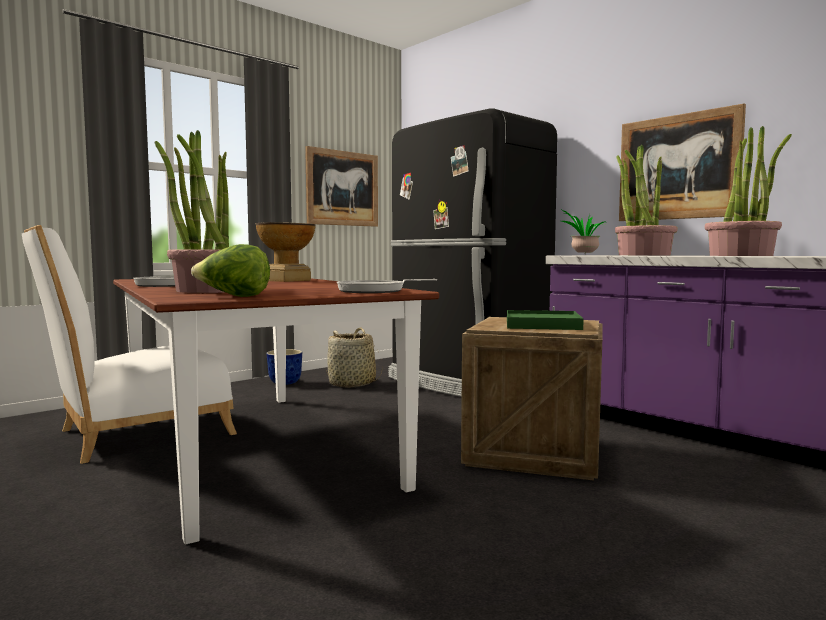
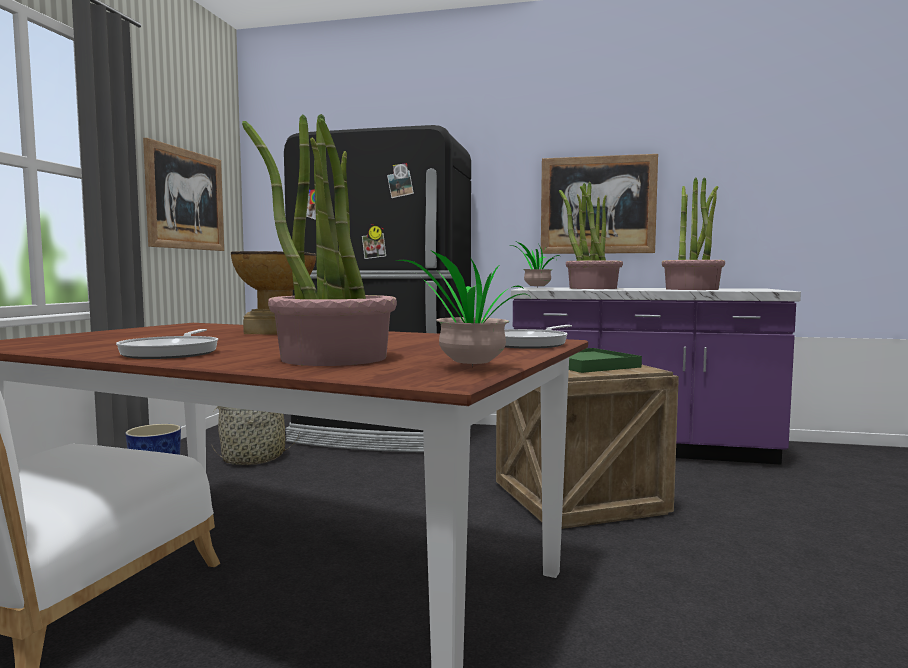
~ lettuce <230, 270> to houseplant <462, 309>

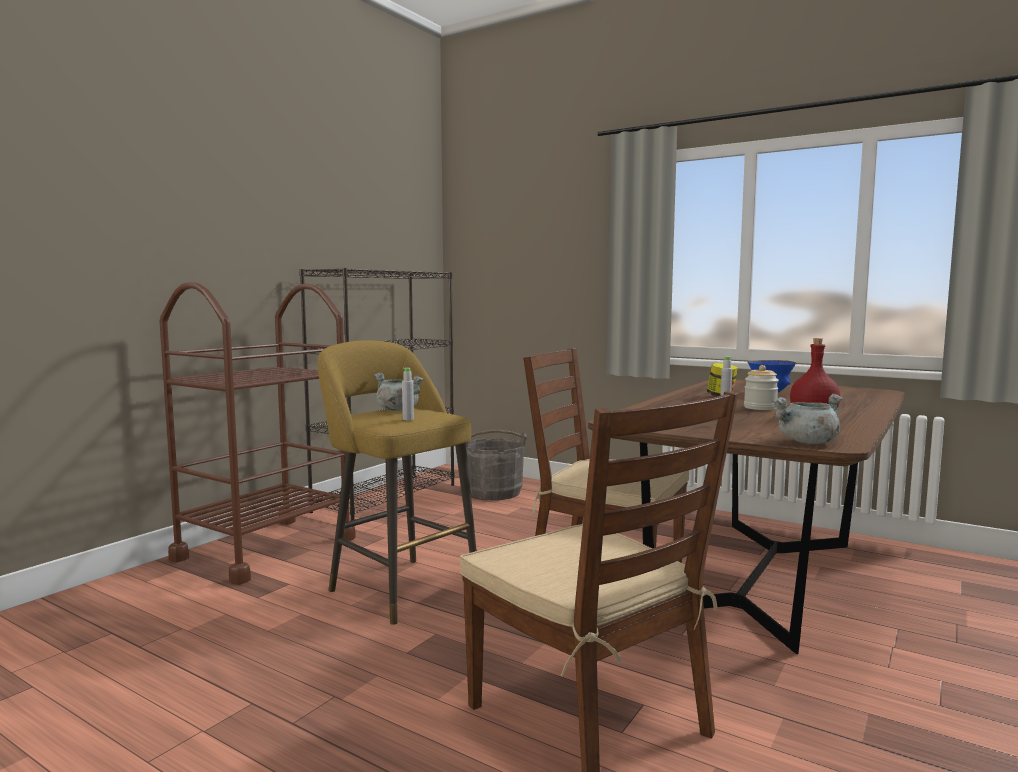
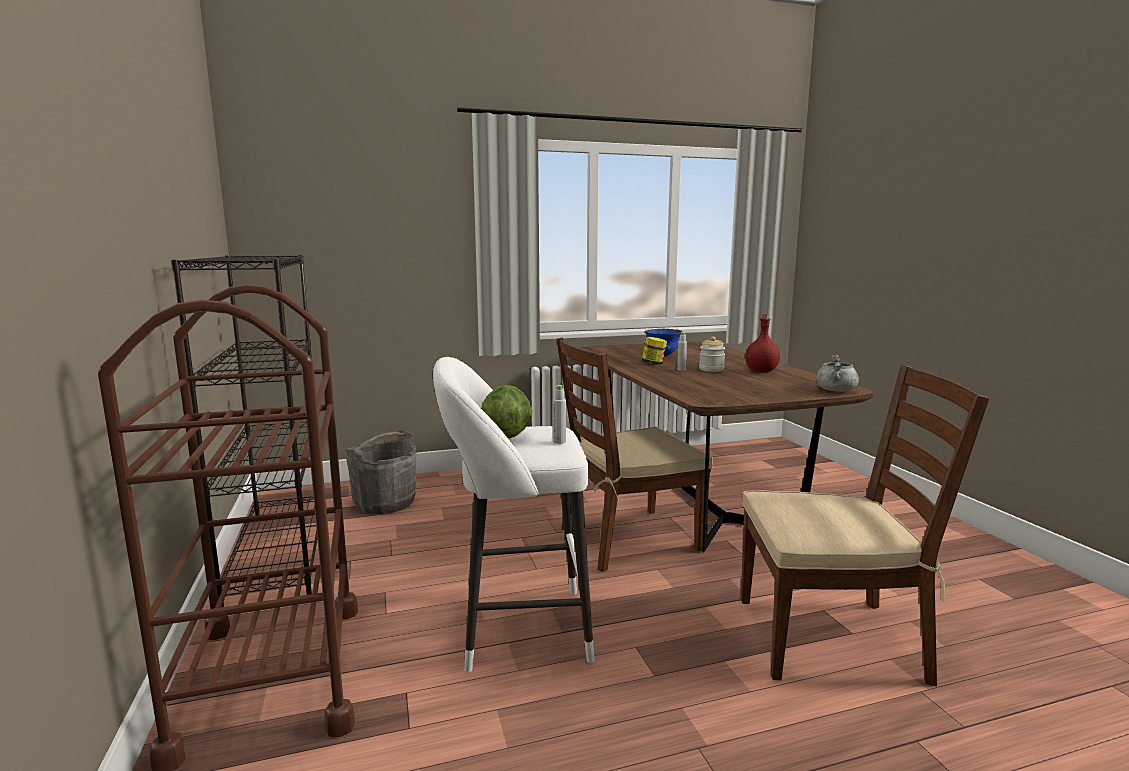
~ yellowish stool seat <397, 482> to white-coloured stool seat <514, 514>
~ greyish stockpot <399, 392> to lettuce <506, 412>

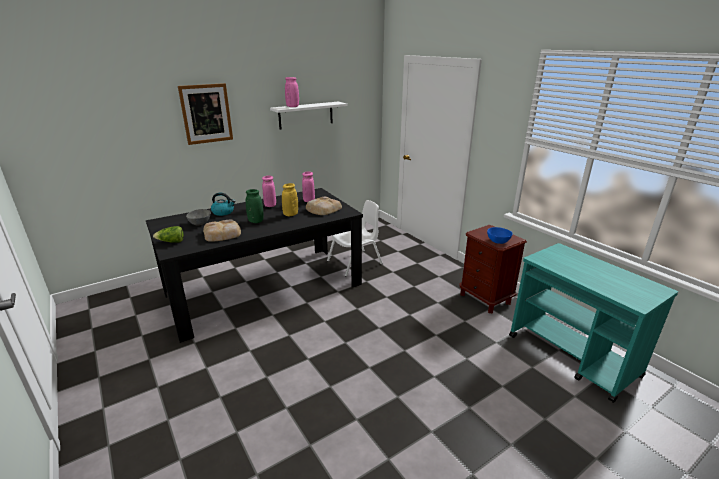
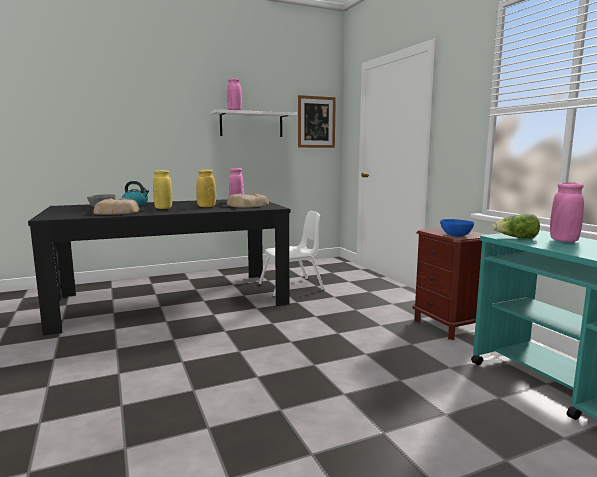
~ lettuce <168, 234> to <516, 226>
~ wall art <205, 114> to <317, 121>
~ green flower vase <255, 206> to yellowish flower vase <162, 189>
~ pink flower vase <269, 191> to <567, 212>

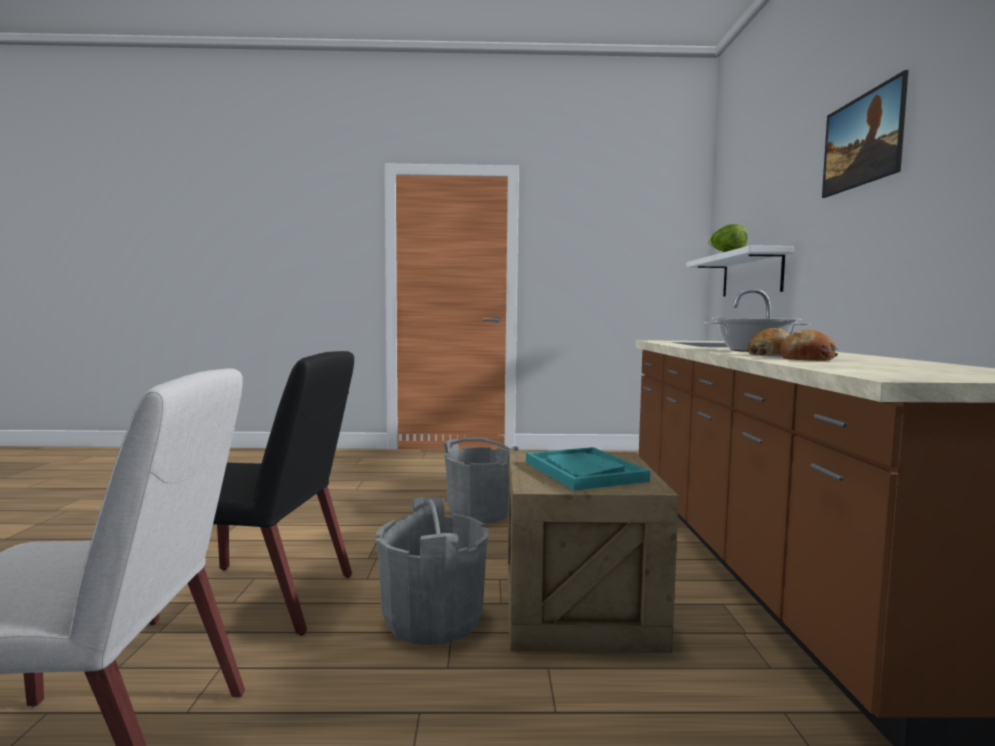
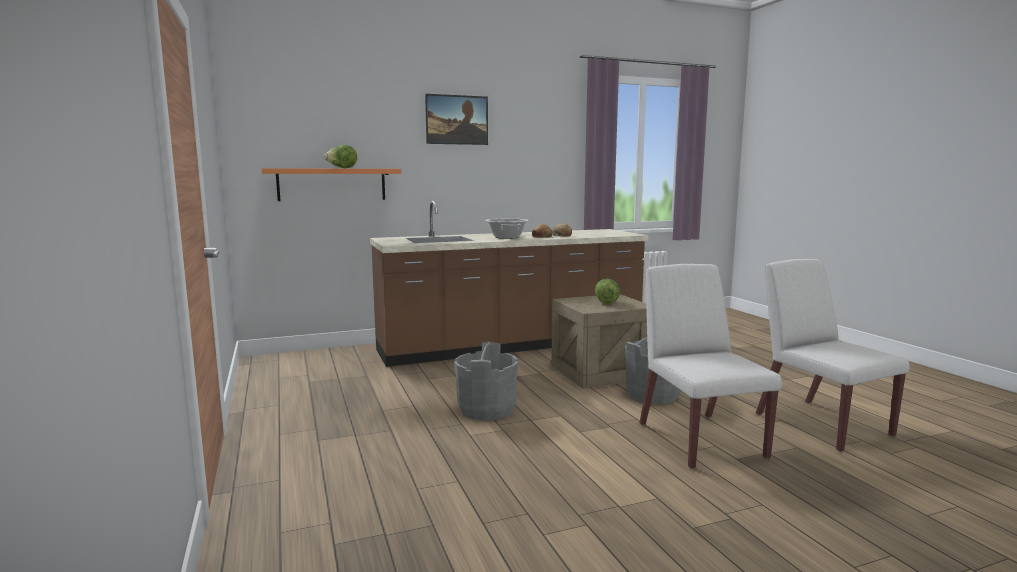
~ black-coloured plain chair <252, 493> to white-coloured plain chair <710, 366>
~ turquoise serving tray <588, 468> to lettuce <607, 291>
~ white-coloured shelf <740, 270> to orange-coloured shelf <331, 184>

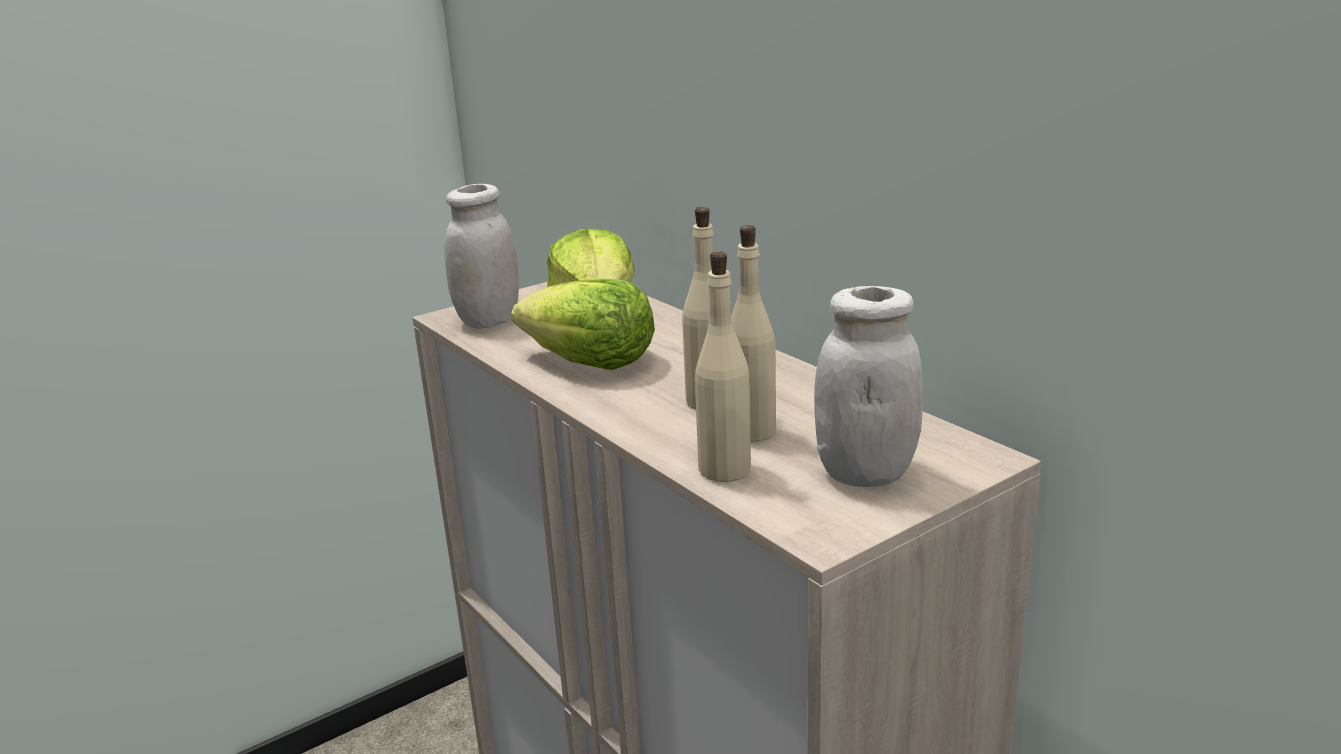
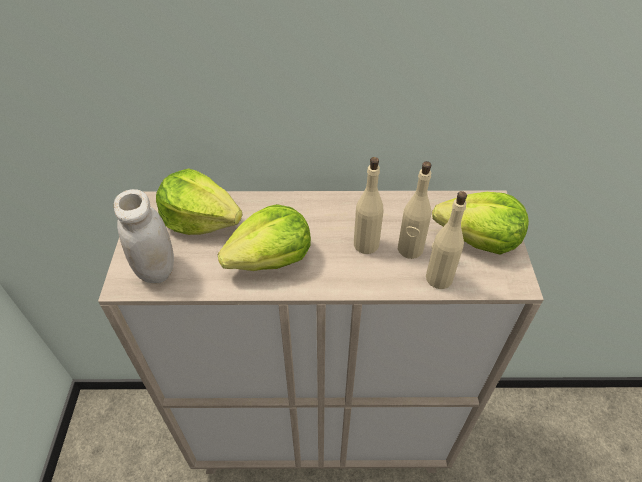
~ white-coloured preserve jar <868, 386> to lettuce <480, 223>

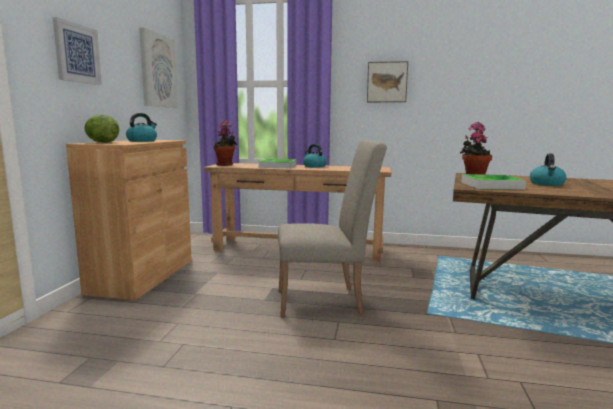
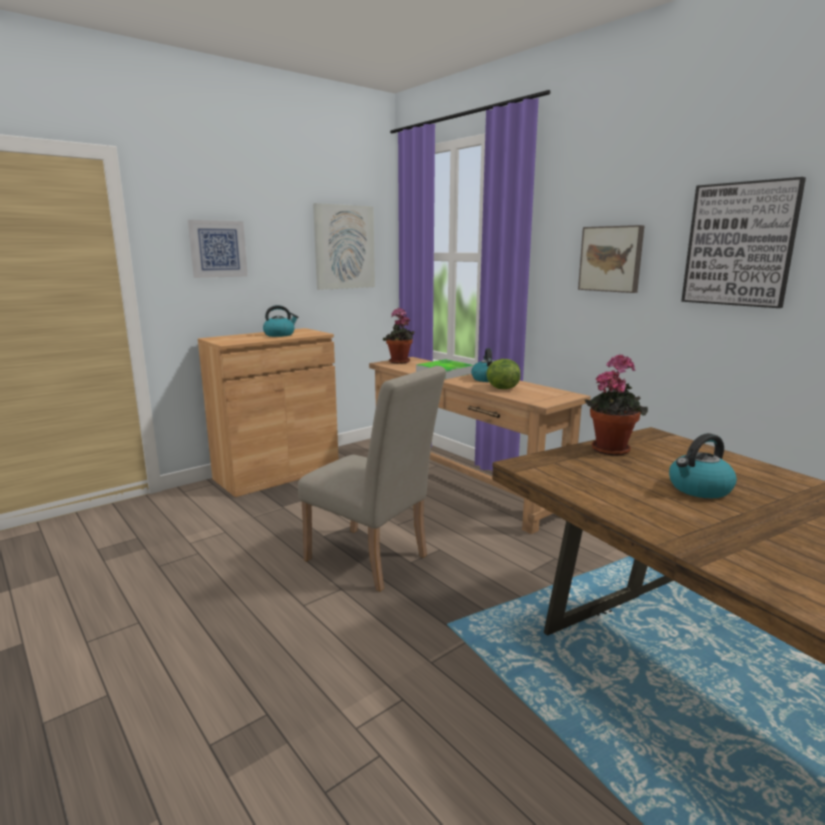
~ lettuce <101, 129> to <503, 374>
- serving tray <493, 182>
+ wall art <743, 242>

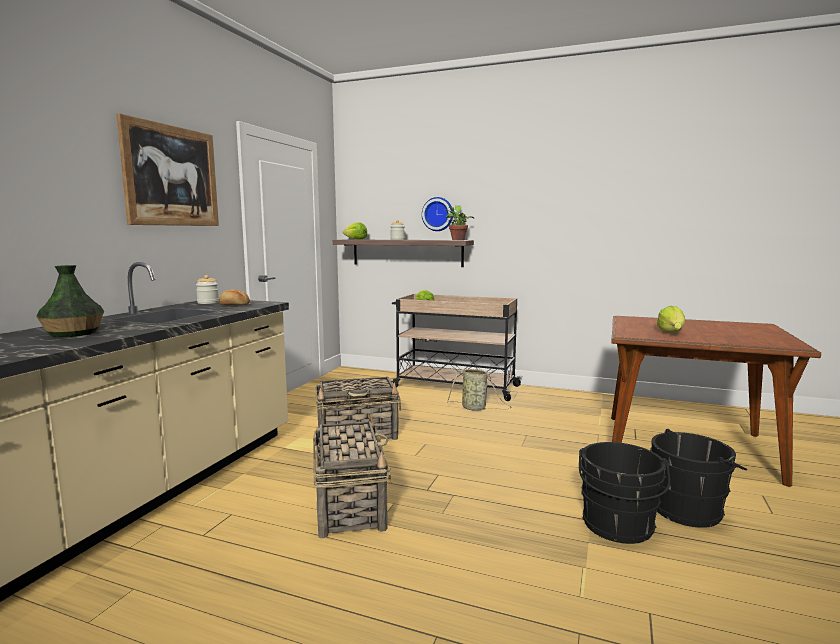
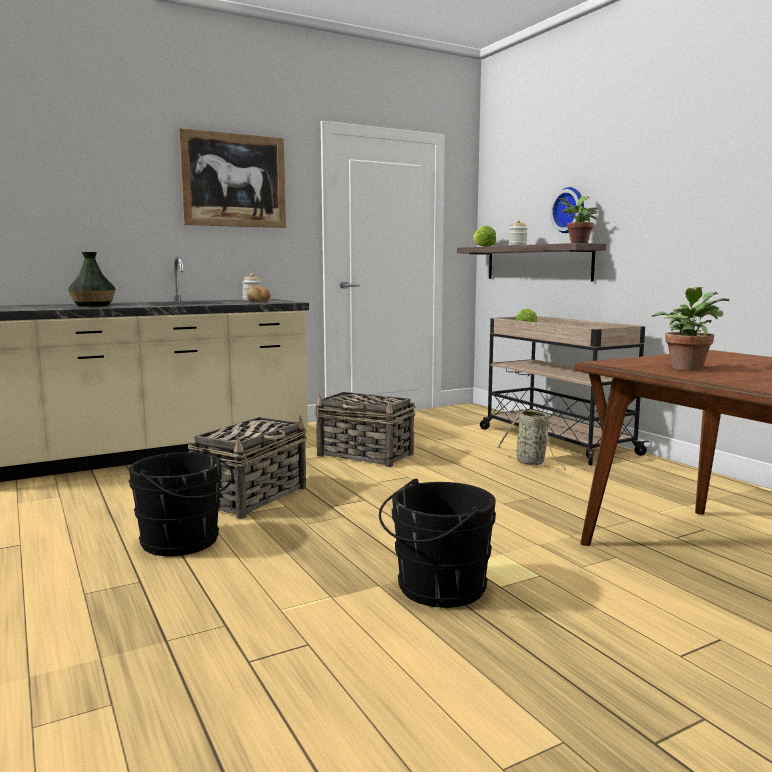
~ black-coloured water bucket <698, 478> to <181, 502>
~ lettuce <671, 319> to houseplant <690, 328>

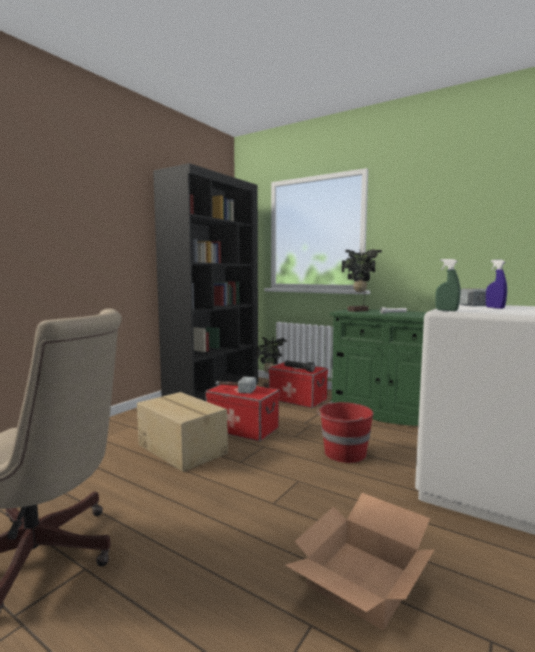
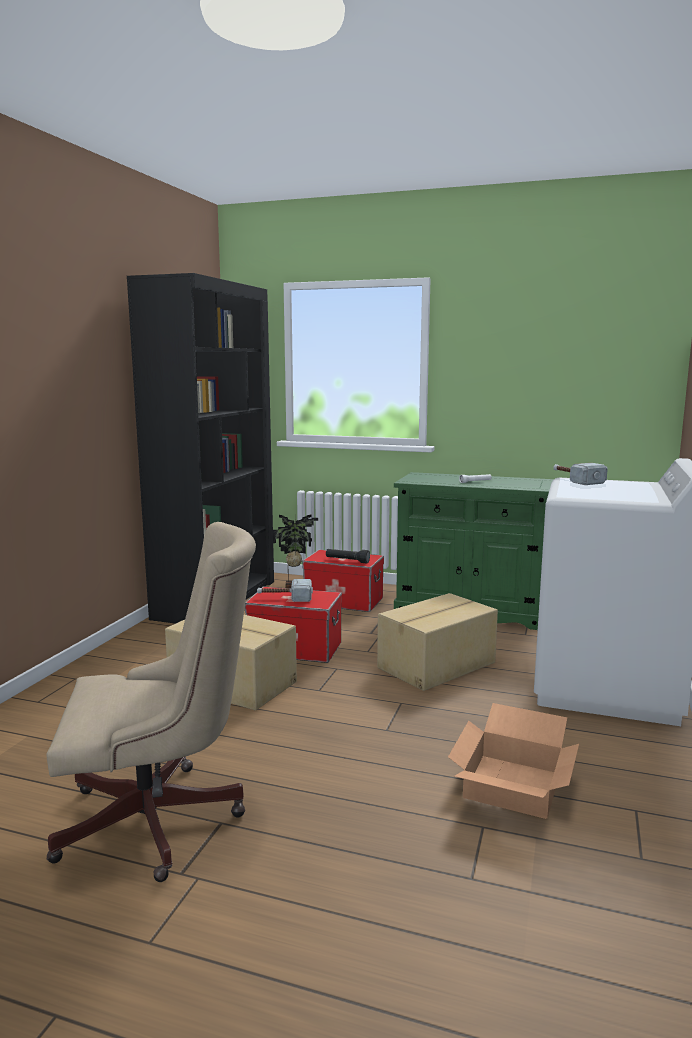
~ red water bucket <345, 432> to carton <437, 642>
- houseplant <362, 280>
- green spray bottle <447, 285>
- blue-coloured spray bottle <496, 284>

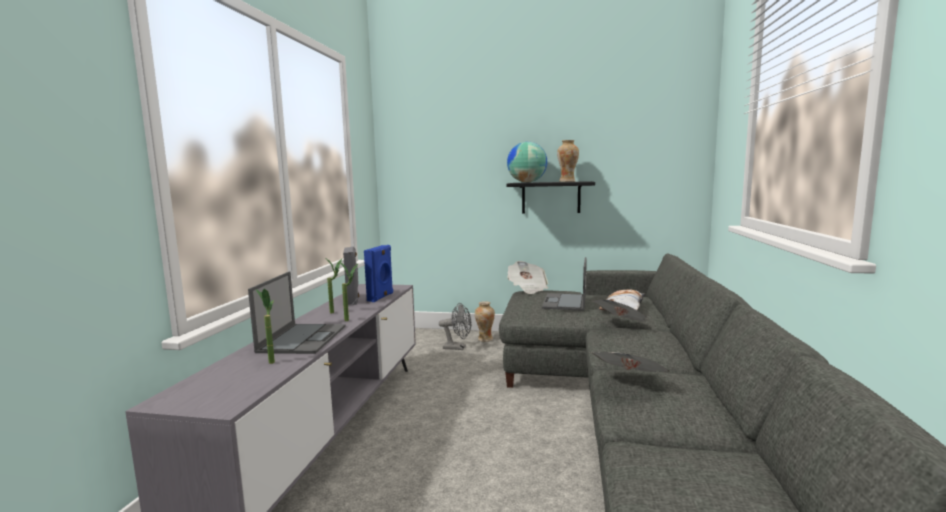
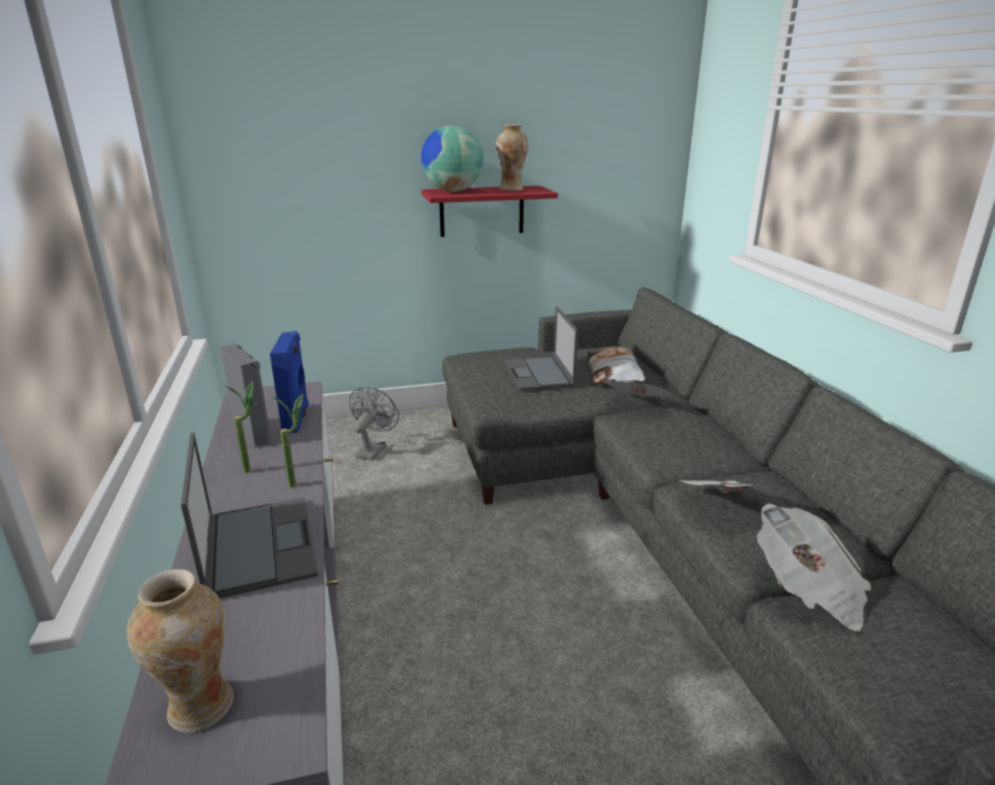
- houseplant <265, 326>
~ greyish fan <455, 326> = <374, 424> 60 degrees counterclockwise
~ flower vase <485, 321> to <180, 651>
~ black-coloured shelf <550, 197> to red shelf <489, 211>
~ daily paper <528, 277> to <814, 567>

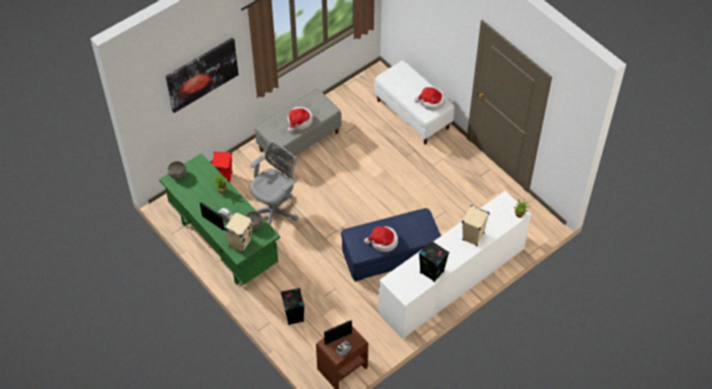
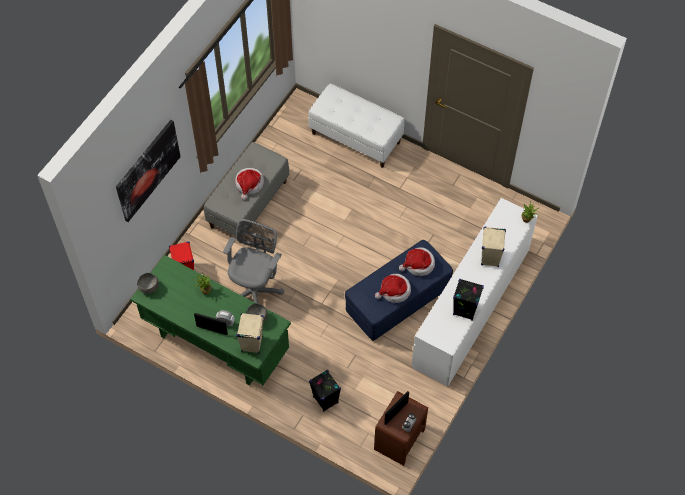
~ wearable hat <429, 98> to <417, 262>

